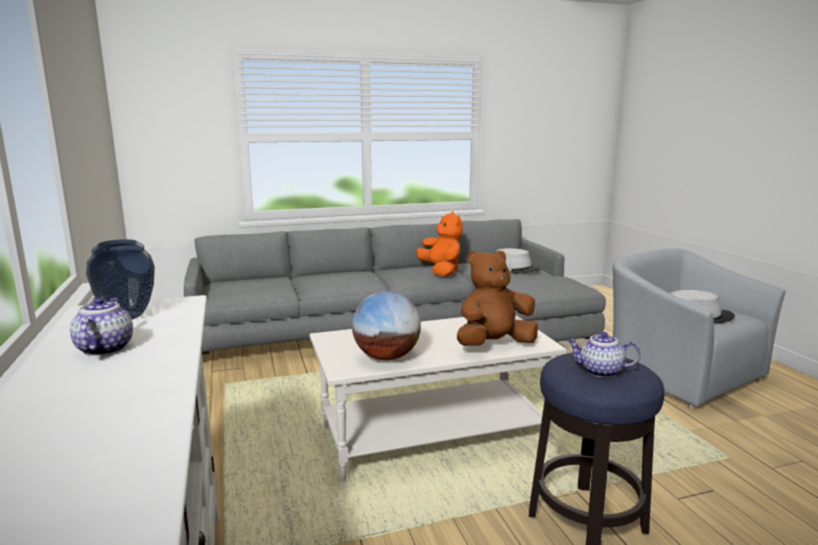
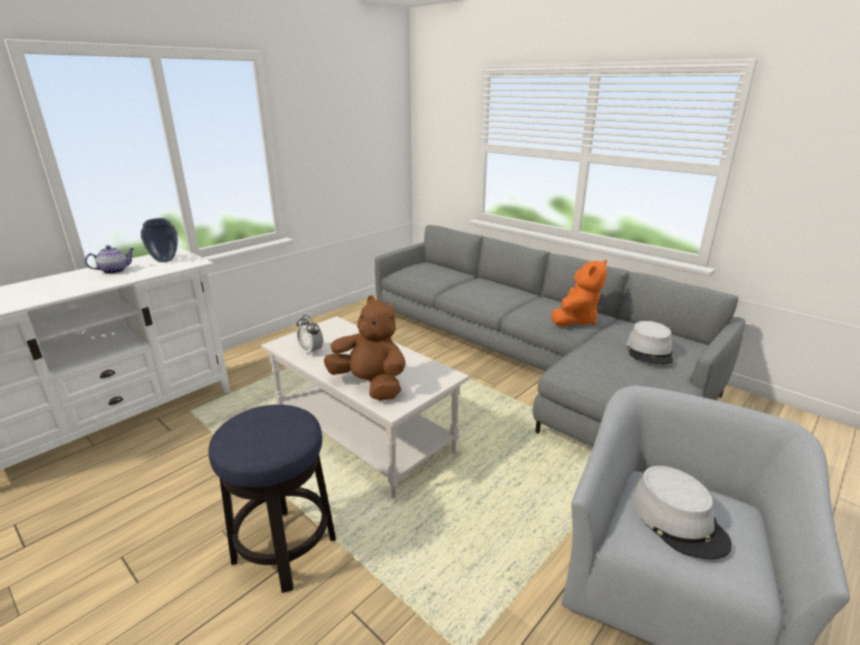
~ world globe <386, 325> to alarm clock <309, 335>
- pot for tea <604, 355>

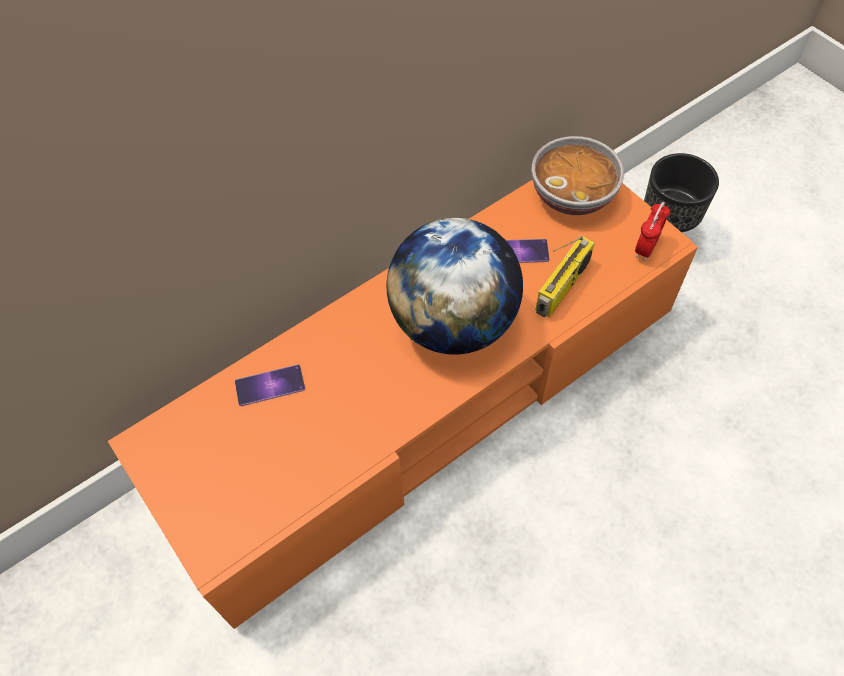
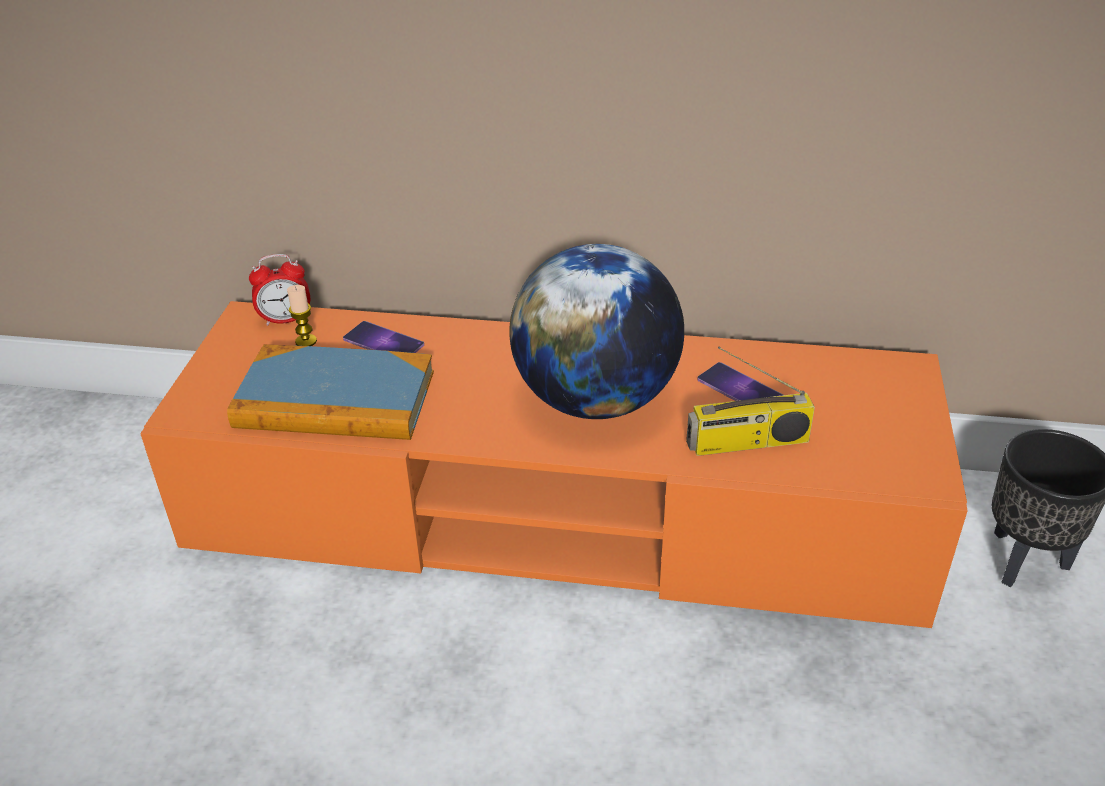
- deep dish <578, 175>
~ alarm clock <652, 231> to <279, 290>
+ volume <330, 392>
+ candle <302, 315>

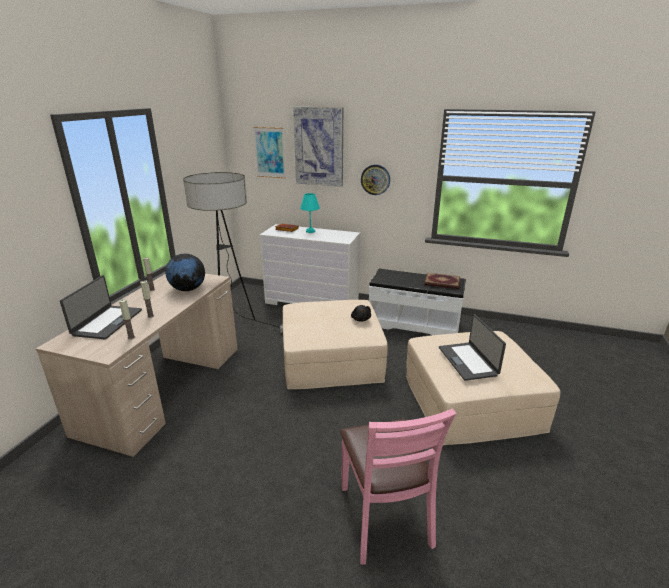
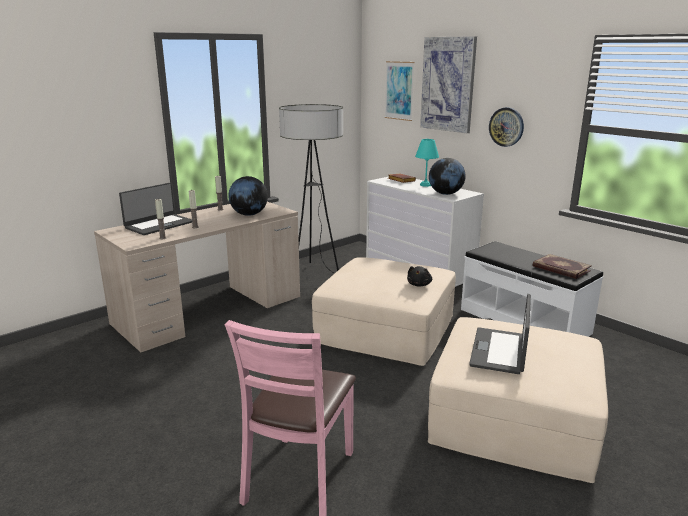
+ world globe <447, 176>

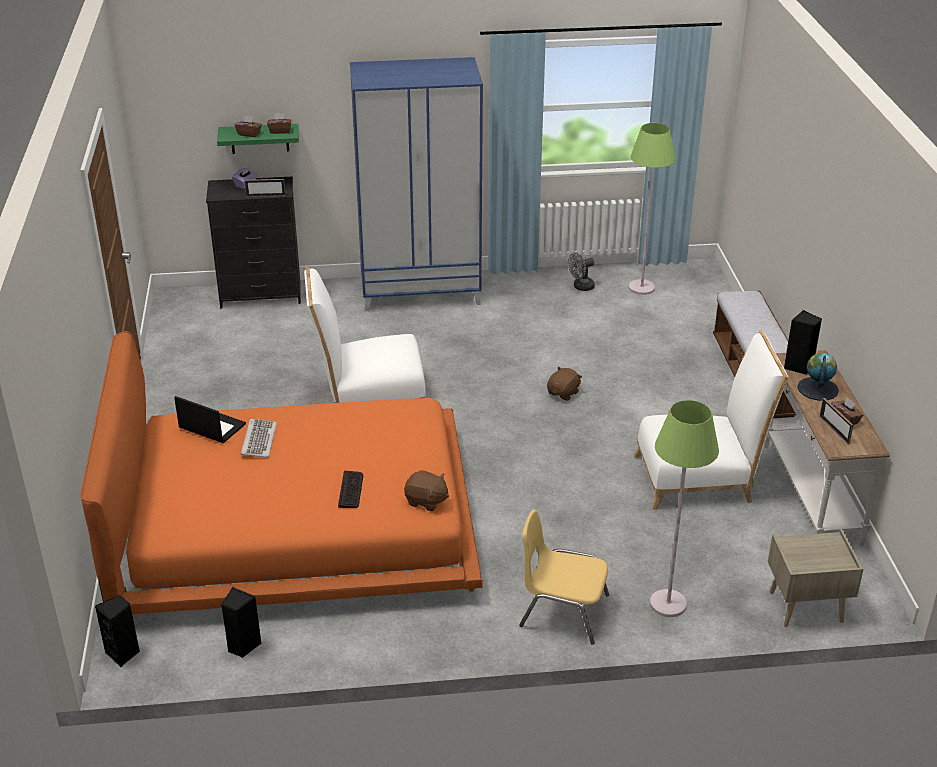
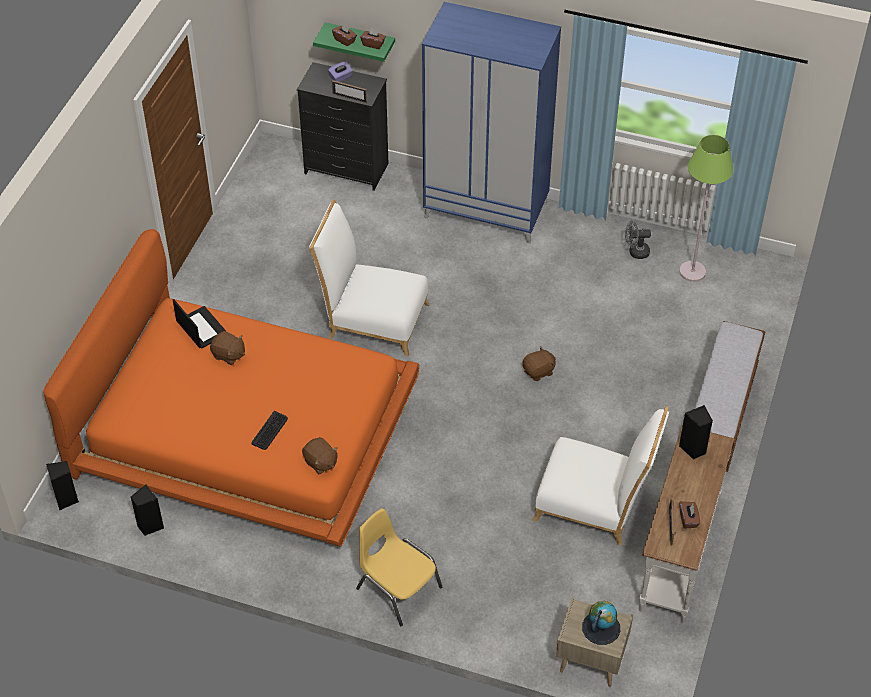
~ keyboard <259, 438> to brownish plush toy <227, 348>
- green standing lamp <684, 508>
~ world globe <818, 377> to <601, 623>

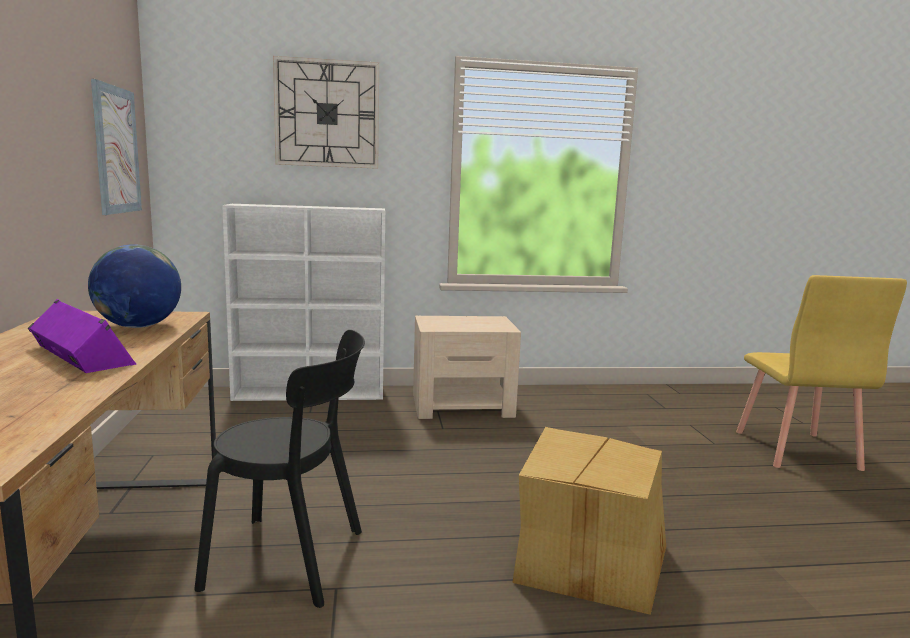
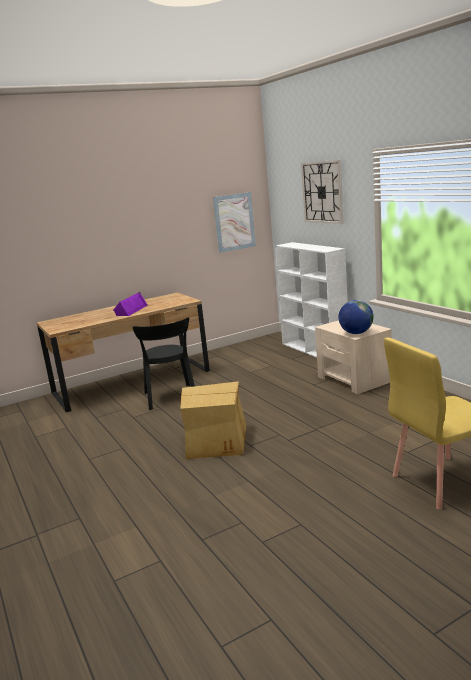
~ world globe <134, 286> to <356, 317>

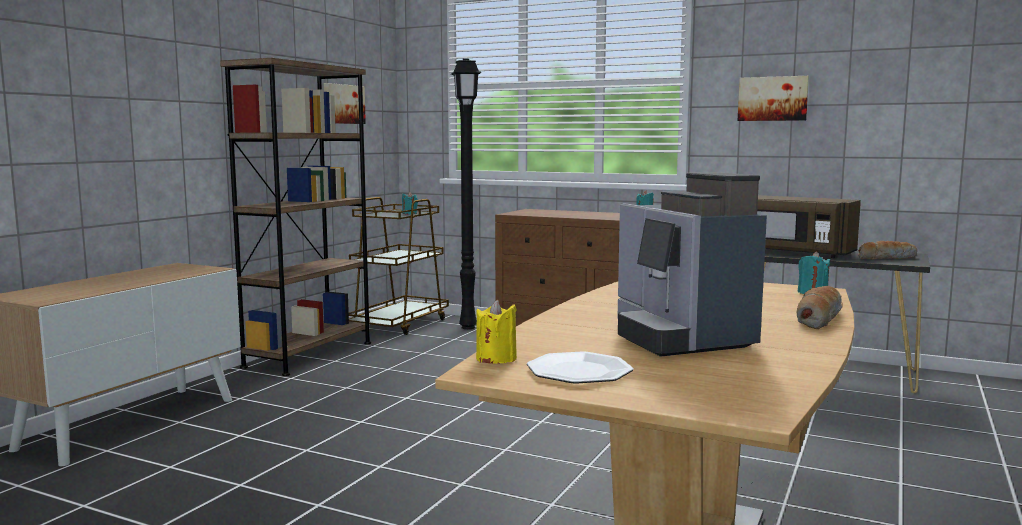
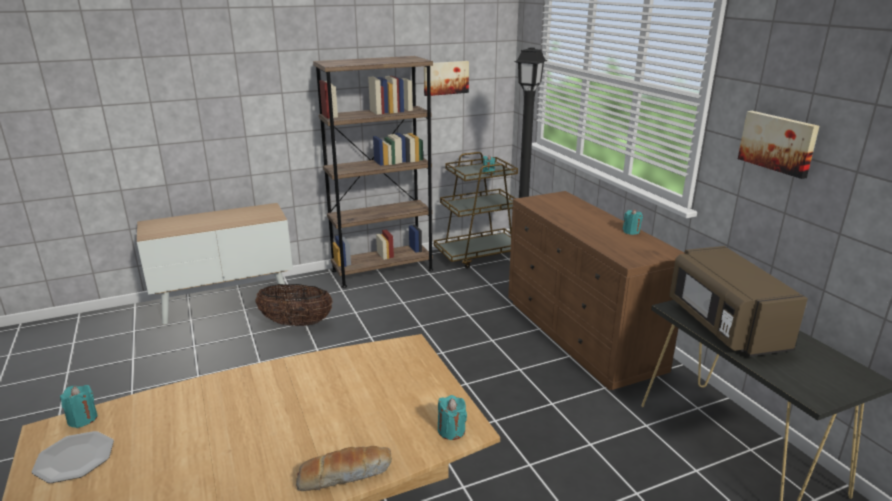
~ yellowish candle <496, 332> to turquoise candle <79, 406>
- coffee maker <692, 264>
- baked bread <887, 250>
+ basket <294, 305>

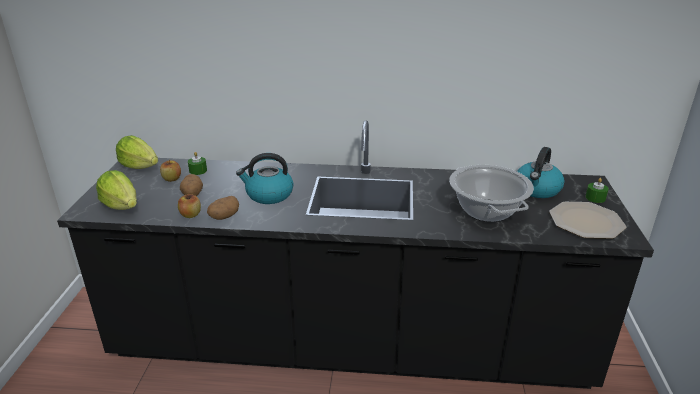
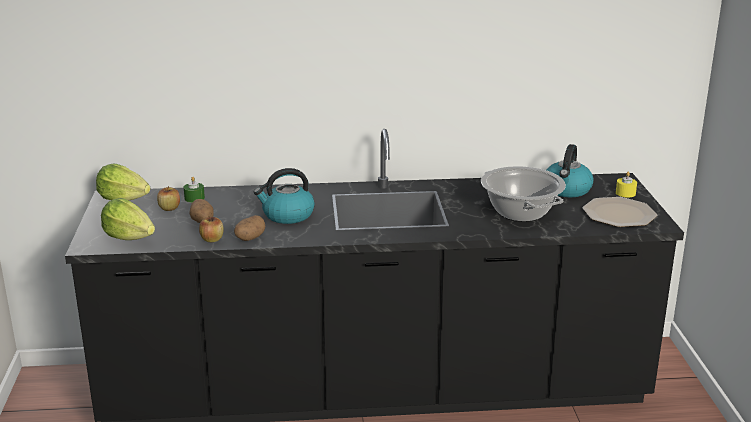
~ green candle <597, 190> to yellowish candle <626, 184>

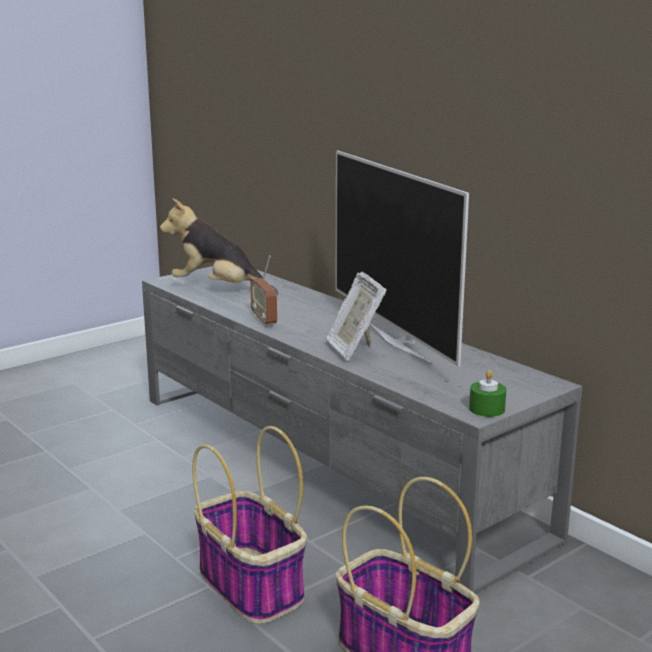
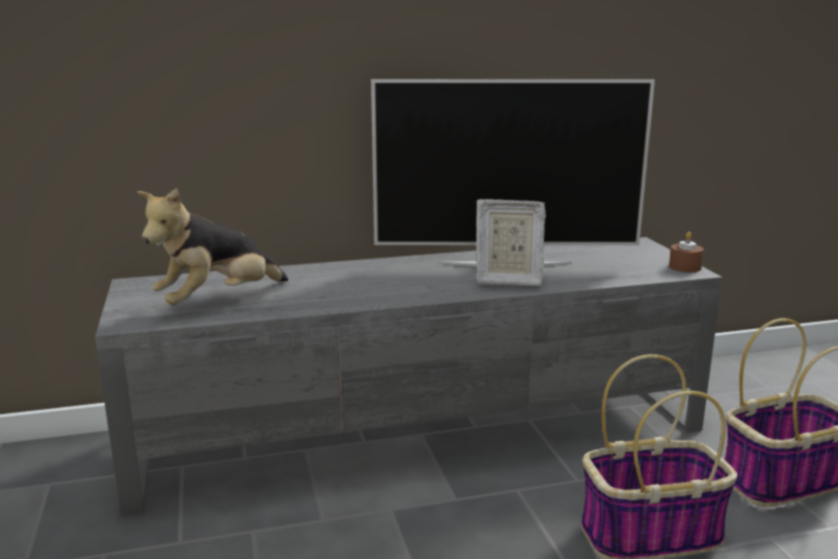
- radio set <263, 291>
~ green candle <487, 393> to brownish candle <686, 251>

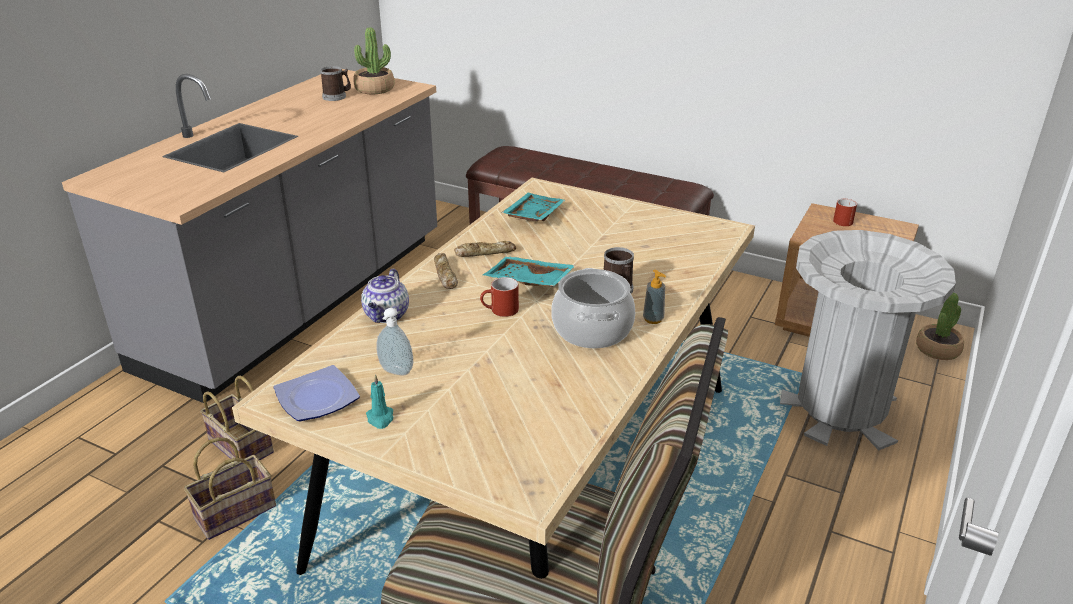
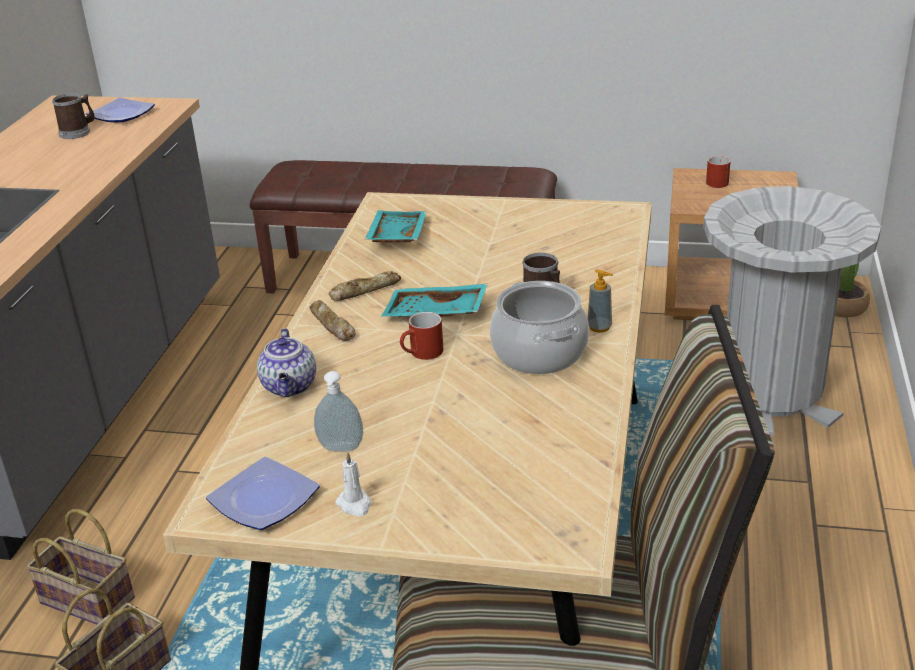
~ houseplant <374, 60> to dinner plate <120, 109>
~ turquoise candle <379, 401> to white-coloured candle <353, 484>

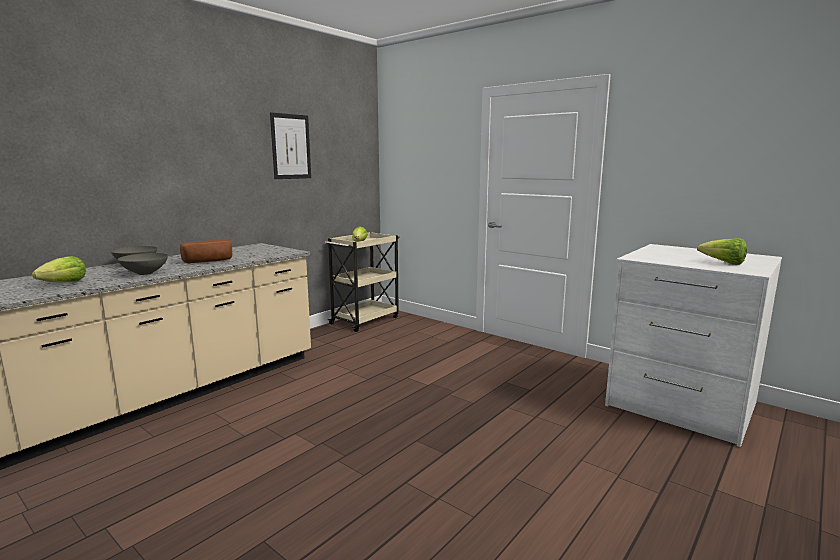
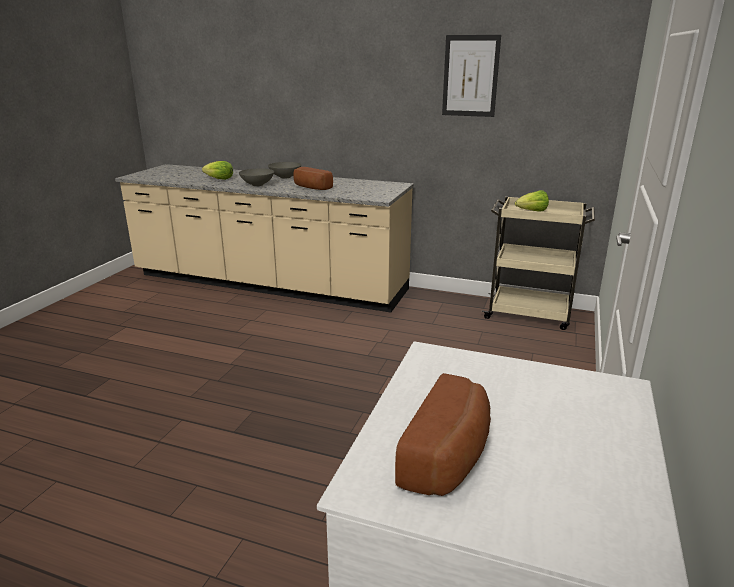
~ lettuce <722, 251> to baked bread <443, 434>

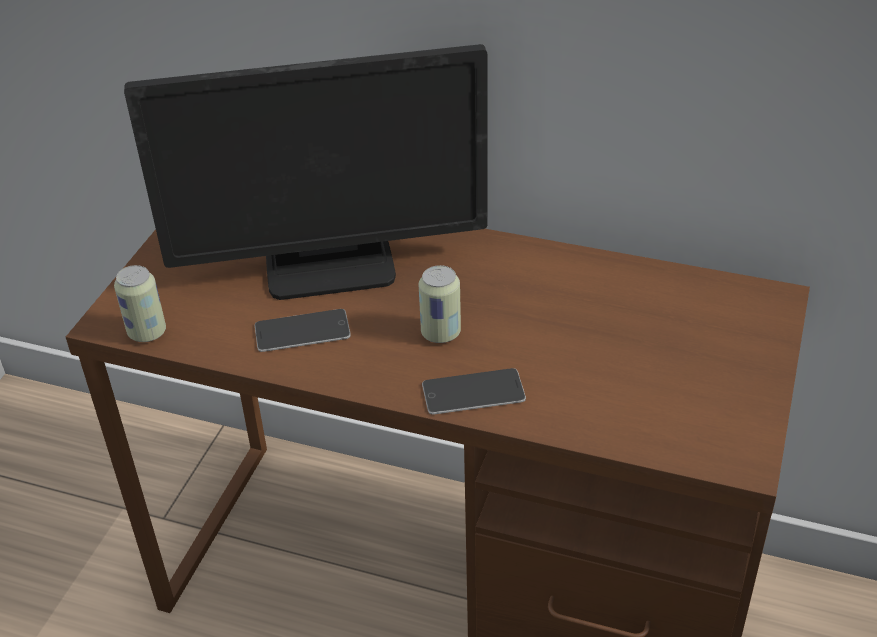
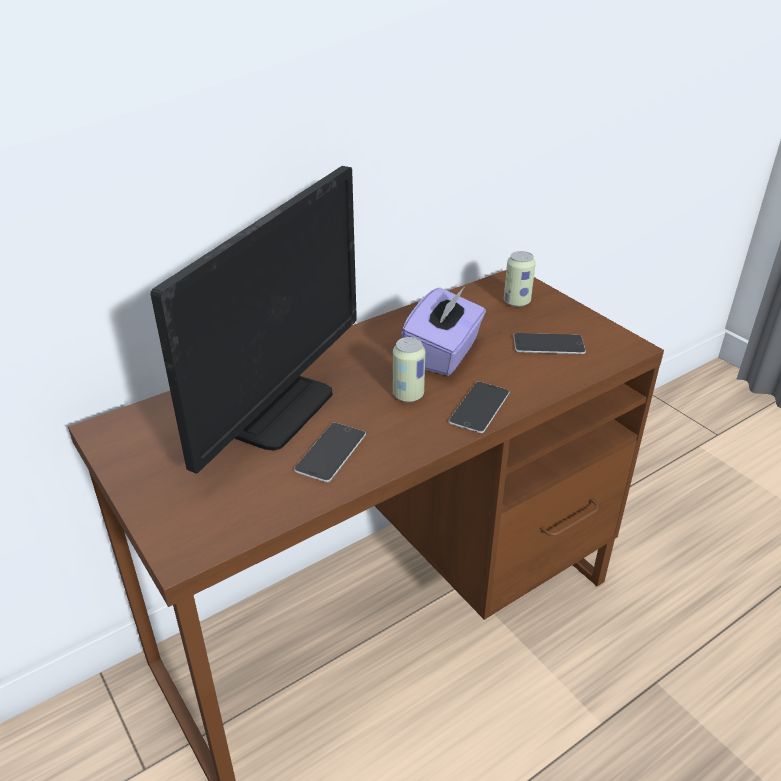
~ can <140, 303> to <520, 279>
+ purplish tissue box <443, 332>
+ phone <549, 343>

